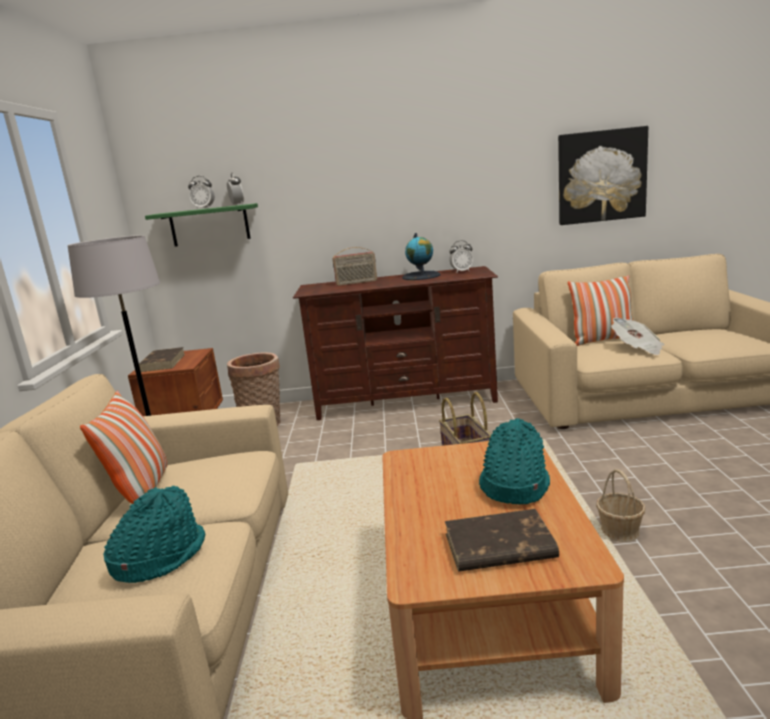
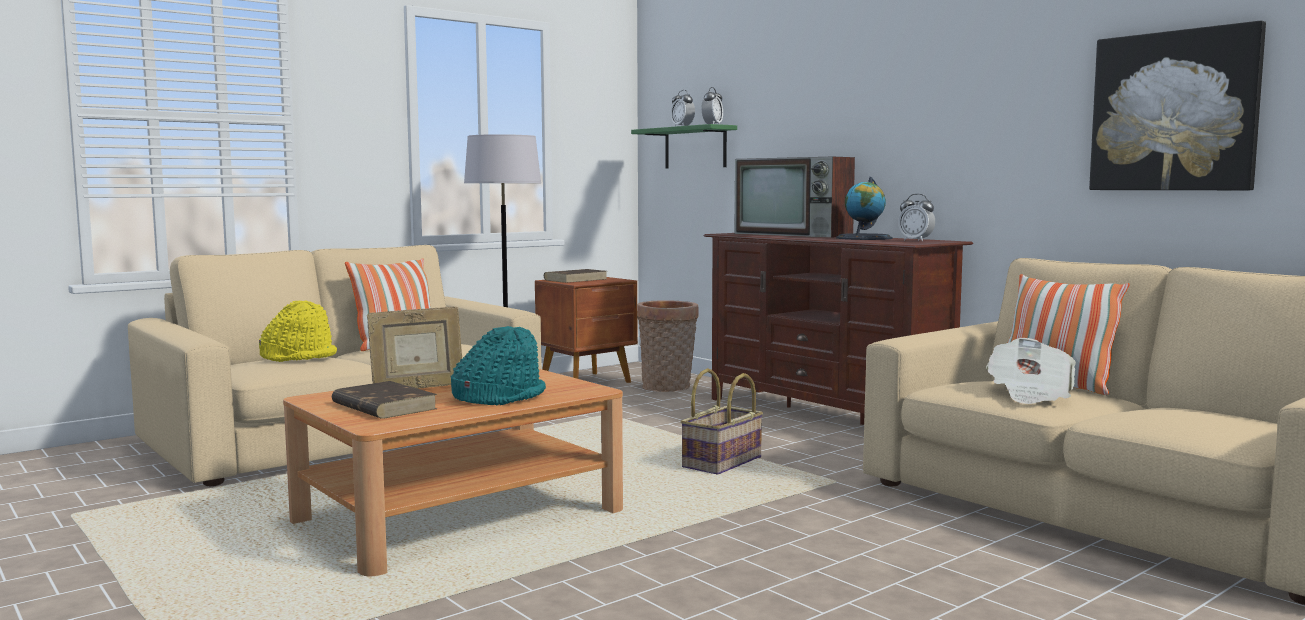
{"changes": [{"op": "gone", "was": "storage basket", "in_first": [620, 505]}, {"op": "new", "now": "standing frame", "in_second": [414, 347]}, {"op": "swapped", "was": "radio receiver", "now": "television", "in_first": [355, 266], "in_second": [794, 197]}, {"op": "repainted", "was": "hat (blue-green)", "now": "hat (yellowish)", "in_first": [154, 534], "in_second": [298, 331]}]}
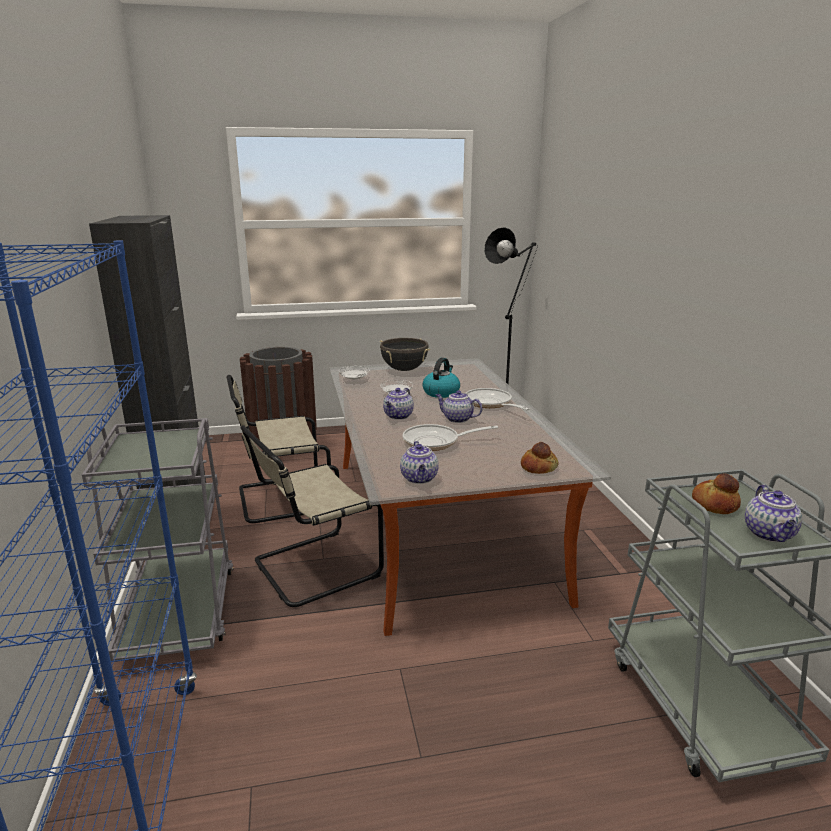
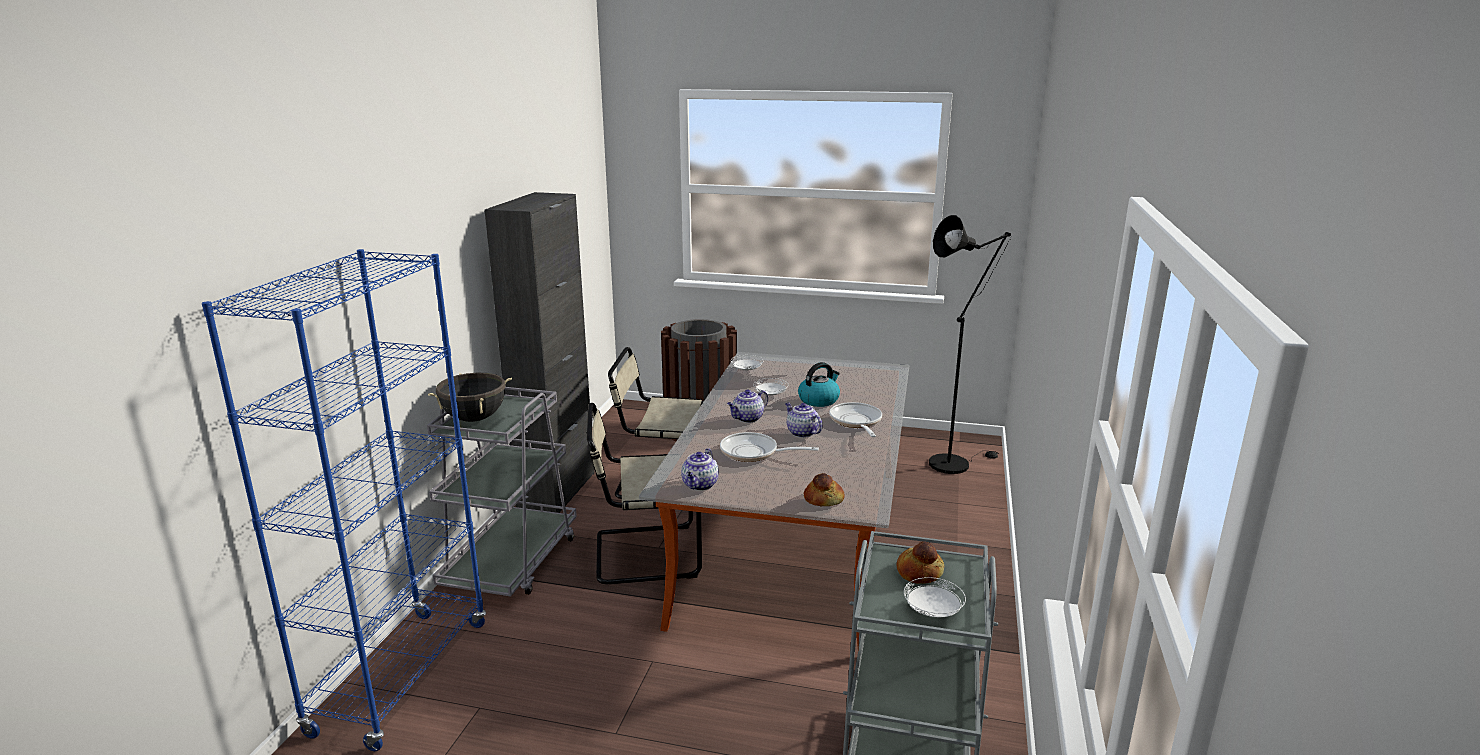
{"changes": [{"op": "shifted", "was": "stockpot (black)", "in_first": [405, 354], "in_second": [470, 397]}, {"op": "swapped", "was": "teapot", "now": "flat dish (white)", "in_first": [773, 513], "in_second": [935, 597]}]}
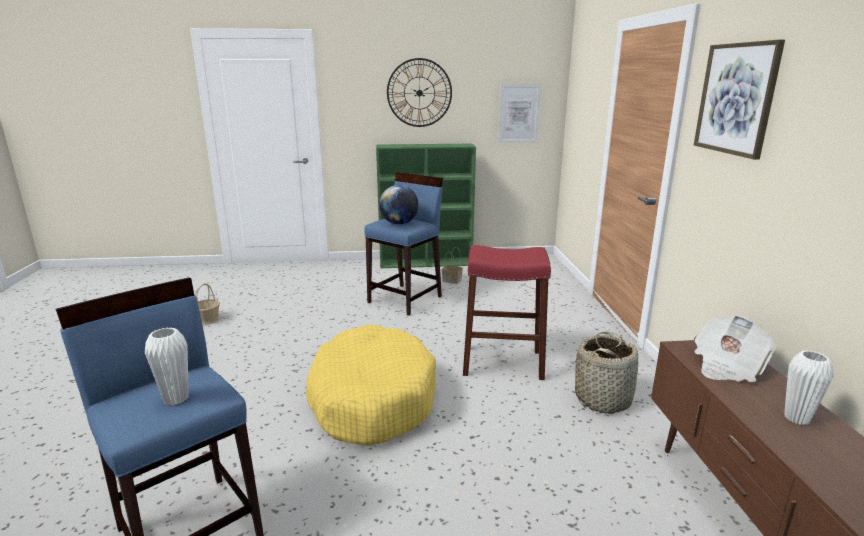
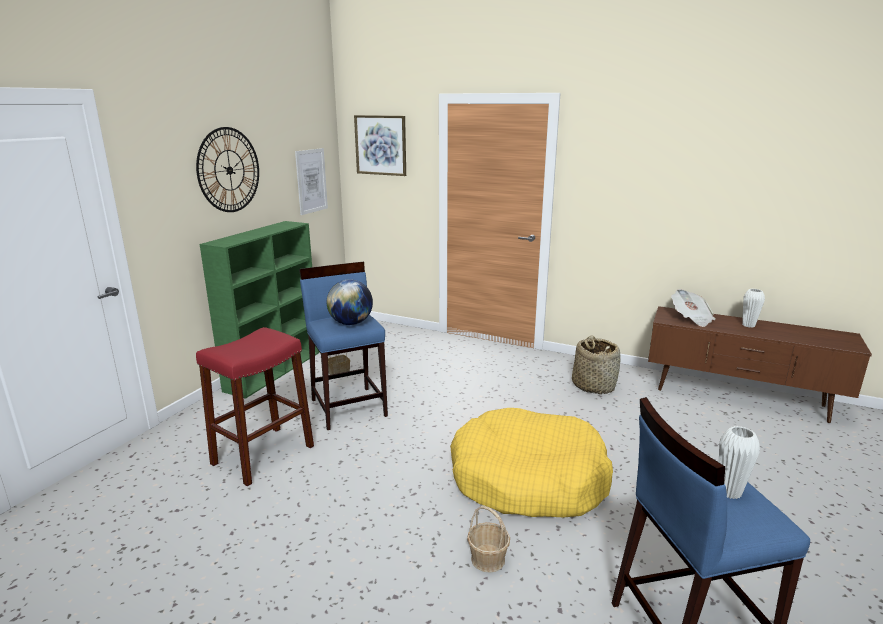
{"changes": [{"op": "shifted", "was": "storage basket", "in_first": [207, 304], "in_second": [488, 539]}, {"op": "shifted", "was": "sitting stool (red)", "in_first": [507, 312], "in_second": [255, 406]}, {"op": "shifted", "was": "wall art", "in_first": [739, 99], "in_second": [380, 145]}]}
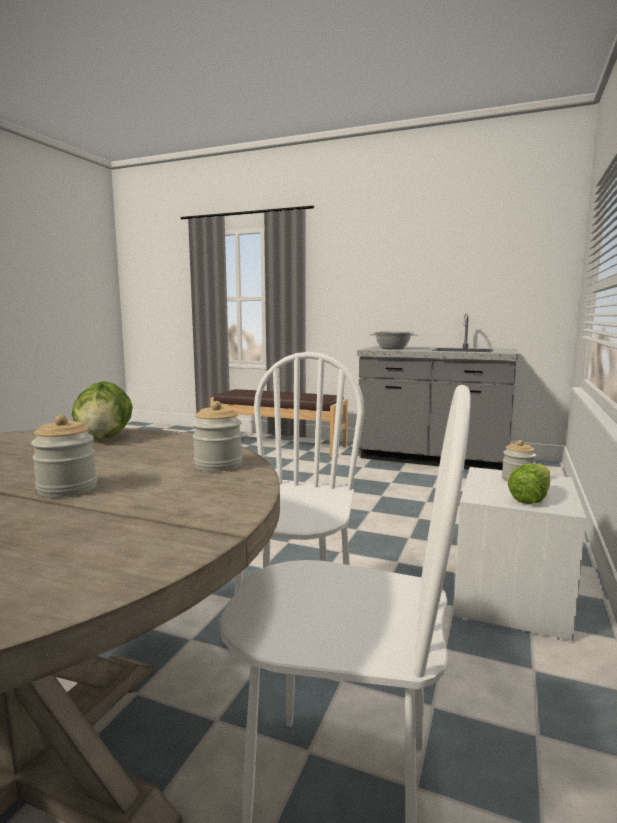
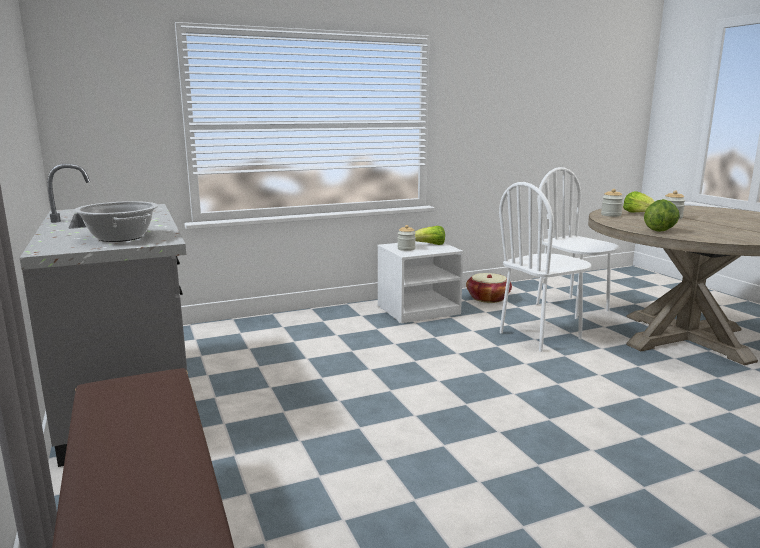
{"changes": [{"op": "new", "now": "storage basket", "in_second": [489, 288]}, {"op": "new", "now": "lettuce", "in_second": [639, 202]}]}
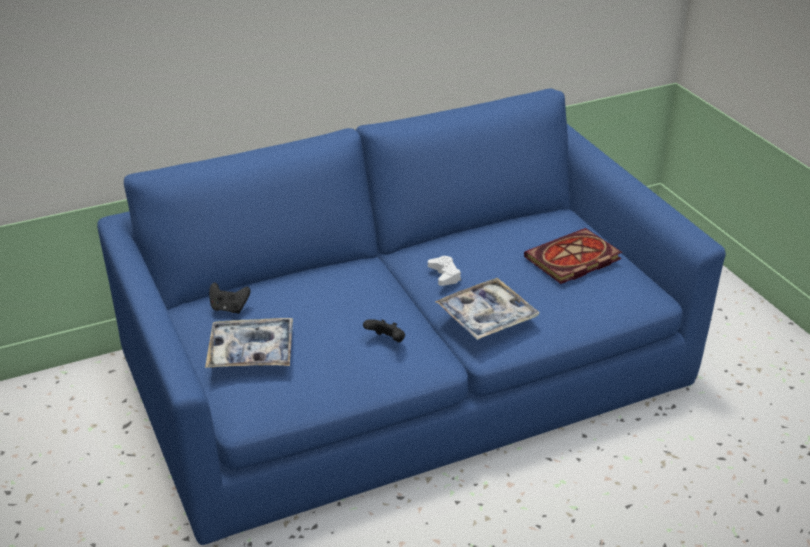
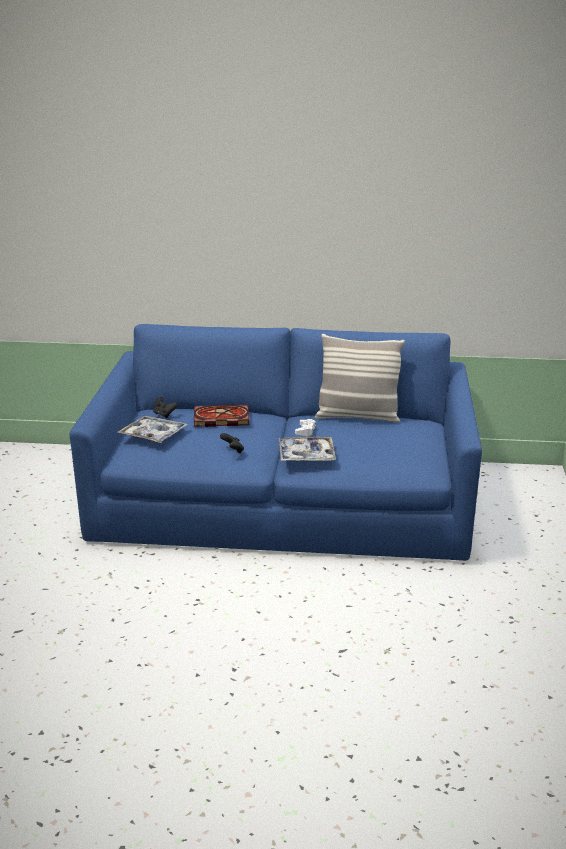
{"changes": [{"op": "new", "now": "pillow", "in_second": [360, 378]}, {"op": "shifted", "was": "volume", "in_first": [573, 256], "in_second": [221, 416]}]}
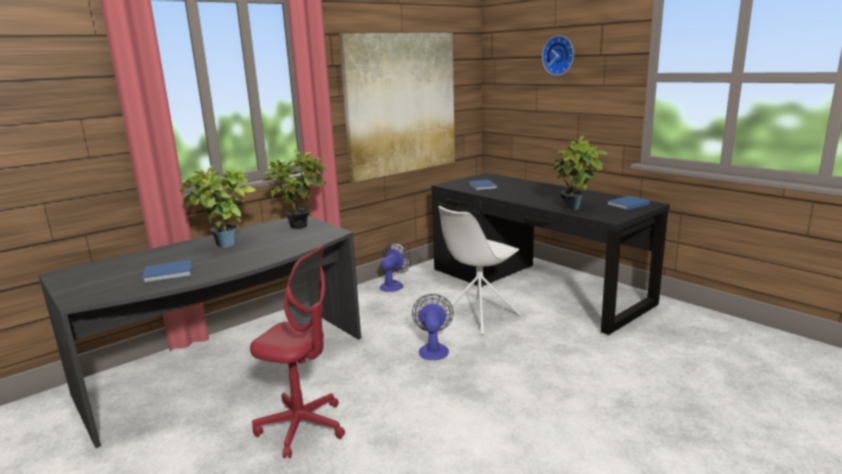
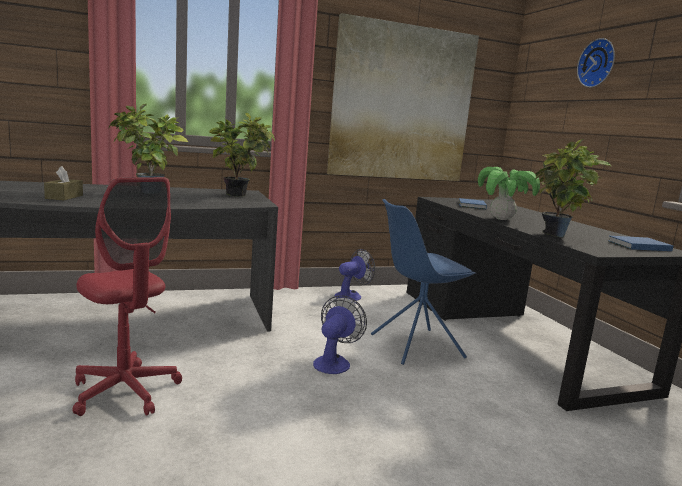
{"changes": [{"op": "new", "now": "houseplant", "in_second": [509, 193]}, {"op": "swapped", "was": "volume (bluish)", "now": "box of tissues (brownish)", "in_first": [167, 271], "in_second": [63, 183]}, {"op": "repainted", "was": "chair (white)", "now": "chair (bluish)", "in_first": [479, 270], "in_second": [424, 282]}]}
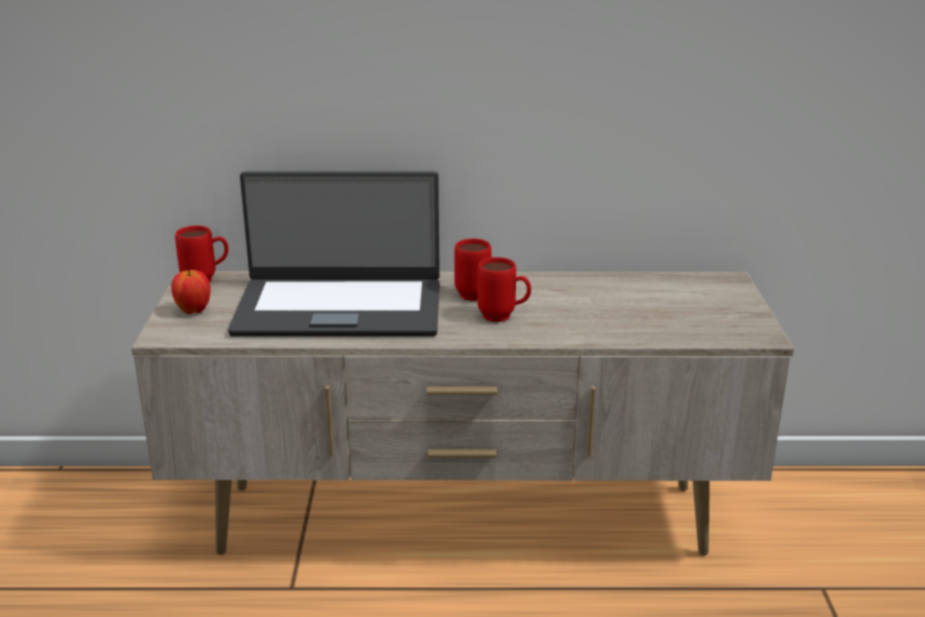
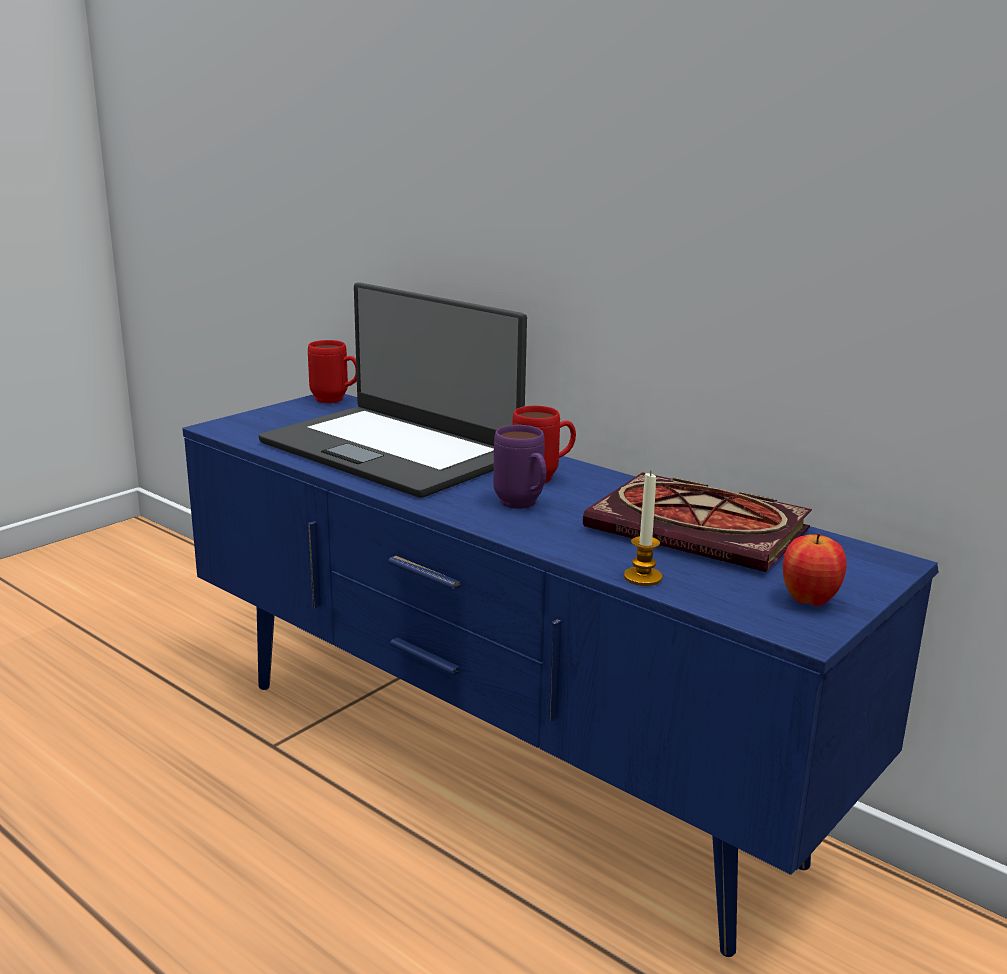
{"changes": [{"op": "new", "now": "volume", "in_second": [697, 522]}, {"op": "new", "now": "candle", "in_second": [643, 528]}, {"op": "shifted", "was": "whole apple", "in_first": [190, 291], "in_second": [815, 569]}, {"op": "repainted", "was": "tv unit (beige-coloured)", "now": "tv unit (bluish)", "in_first": [462, 413], "in_second": [560, 675]}, {"op": "repainted", "was": "mug (red)", "now": "mug (purple)", "in_first": [504, 289], "in_second": [520, 467]}]}
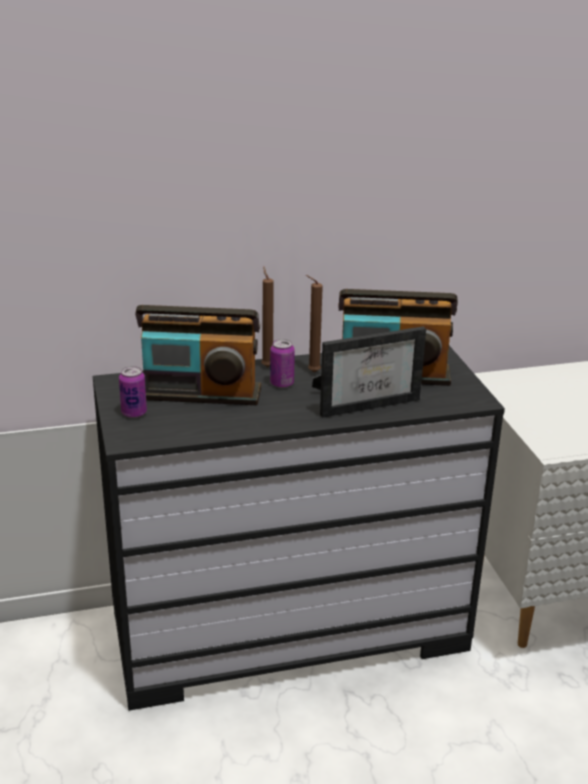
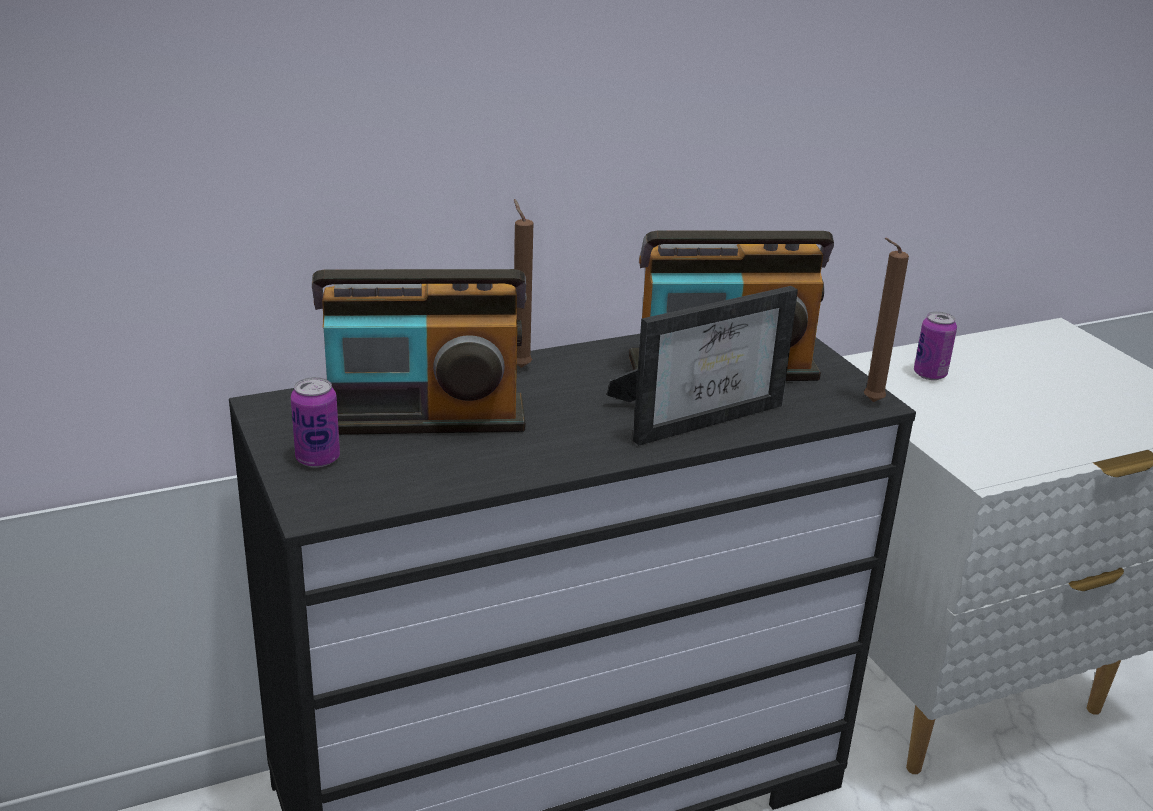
{"changes": [{"op": "shifted", "was": "sealed can", "in_first": [282, 363], "in_second": [935, 346]}, {"op": "shifted", "was": "candle (brownish)", "in_first": [314, 323], "in_second": [886, 320]}]}
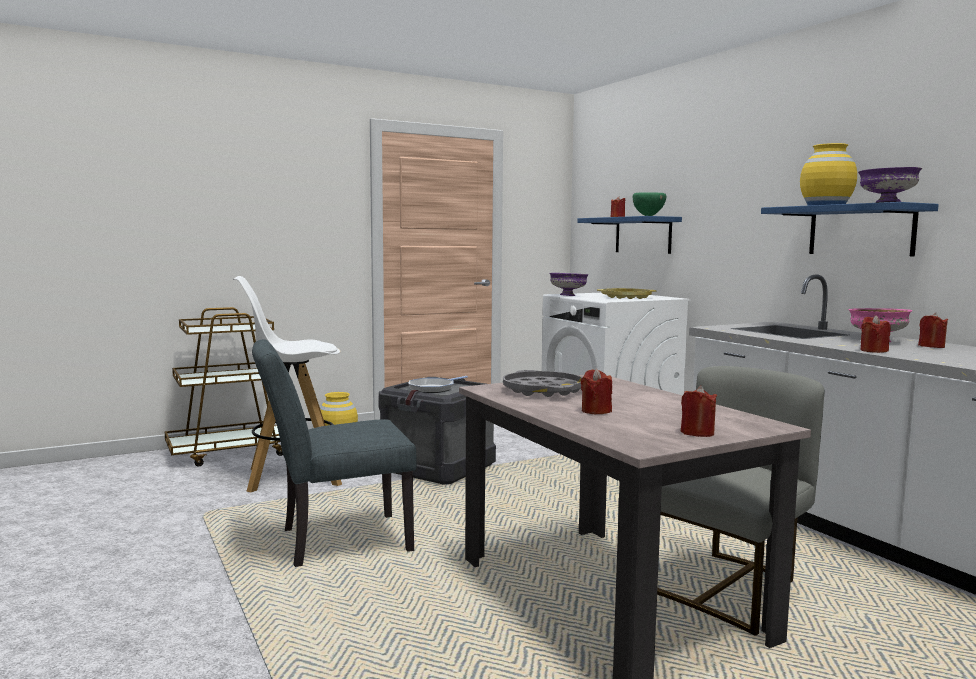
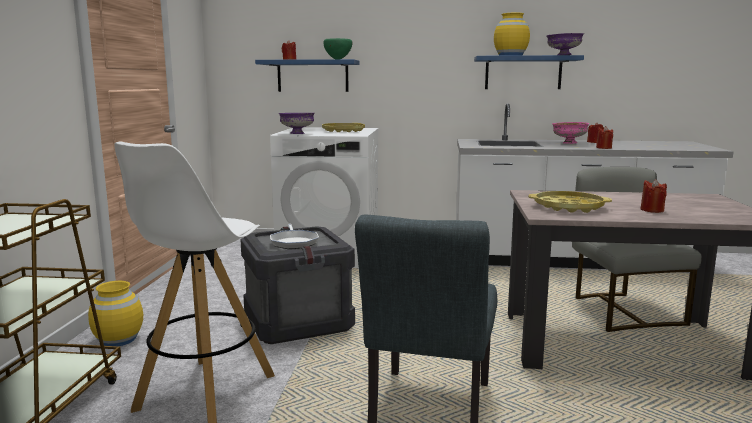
{"changes": [{"op": "gone", "was": "candle (red)", "in_first": [699, 411]}, {"op": "repainted", "was": "carrying tray (gray)", "now": "carrying tray (yellowish)", "in_first": [542, 383], "in_second": [570, 202]}]}
